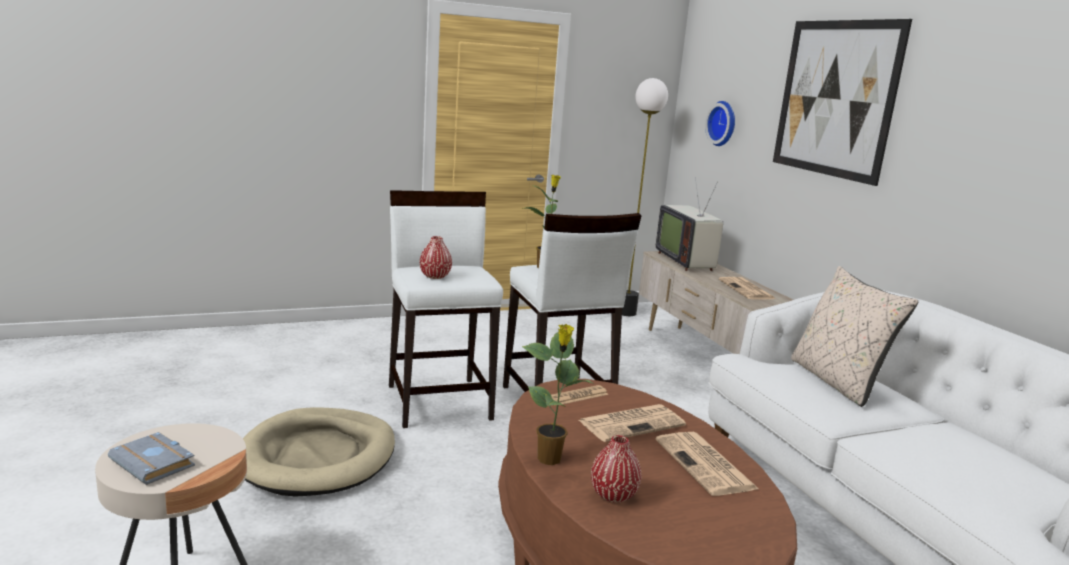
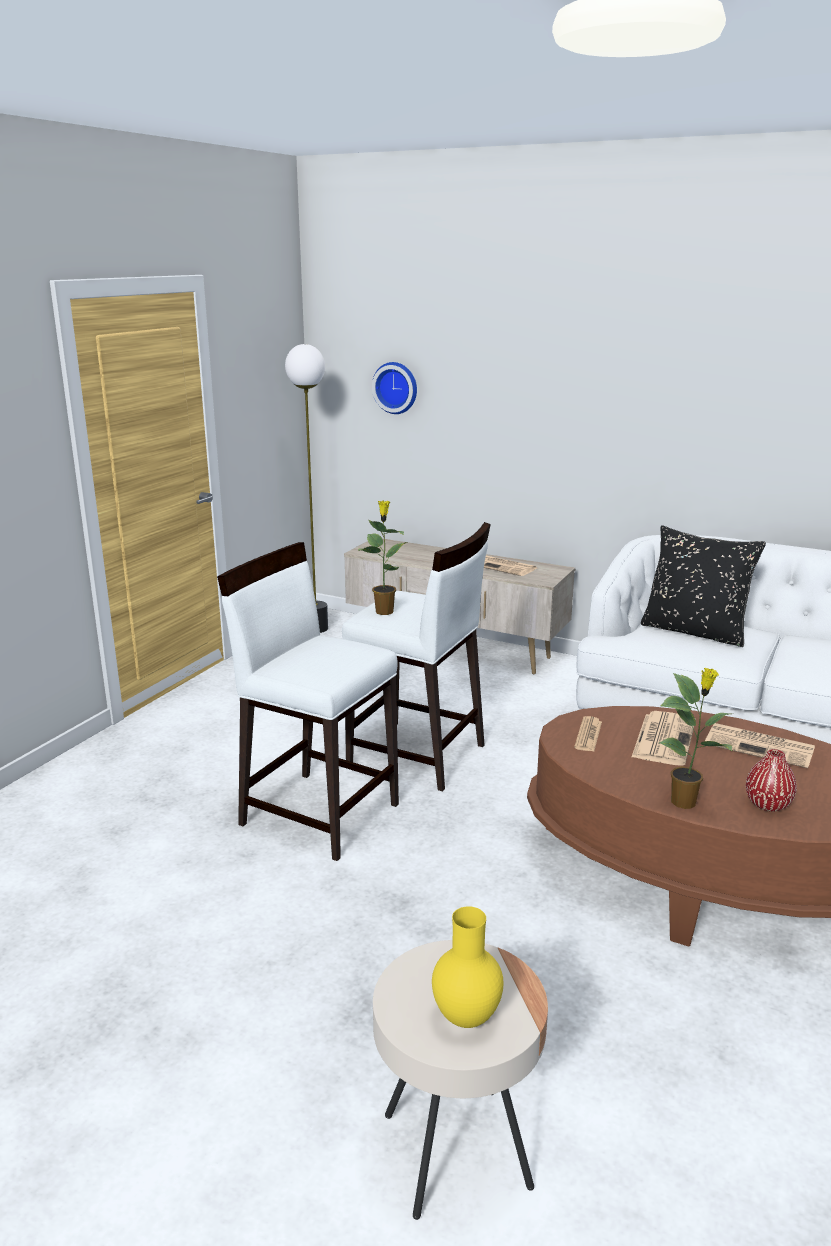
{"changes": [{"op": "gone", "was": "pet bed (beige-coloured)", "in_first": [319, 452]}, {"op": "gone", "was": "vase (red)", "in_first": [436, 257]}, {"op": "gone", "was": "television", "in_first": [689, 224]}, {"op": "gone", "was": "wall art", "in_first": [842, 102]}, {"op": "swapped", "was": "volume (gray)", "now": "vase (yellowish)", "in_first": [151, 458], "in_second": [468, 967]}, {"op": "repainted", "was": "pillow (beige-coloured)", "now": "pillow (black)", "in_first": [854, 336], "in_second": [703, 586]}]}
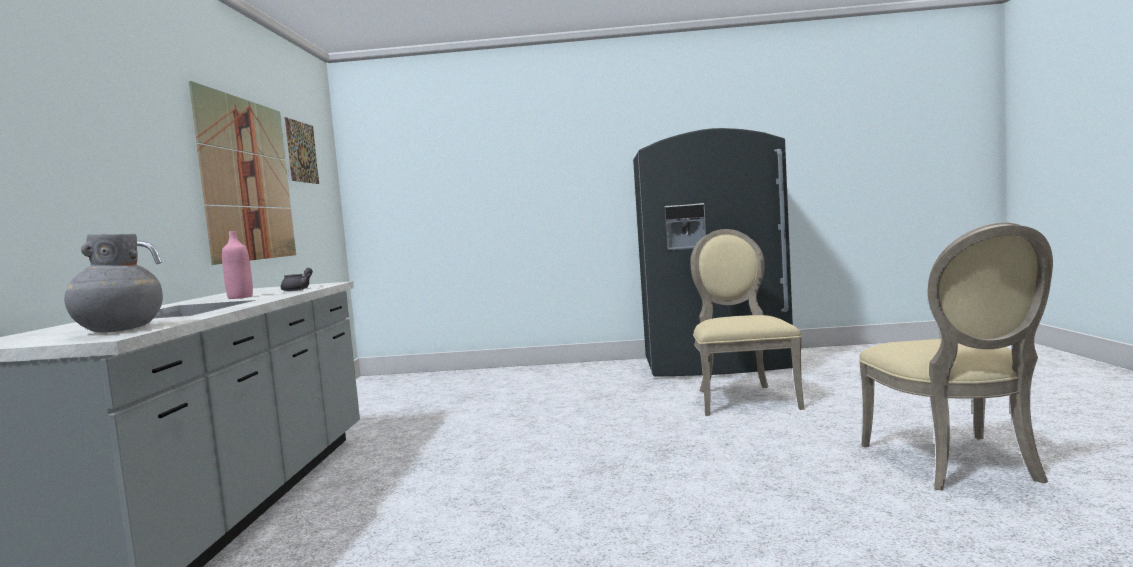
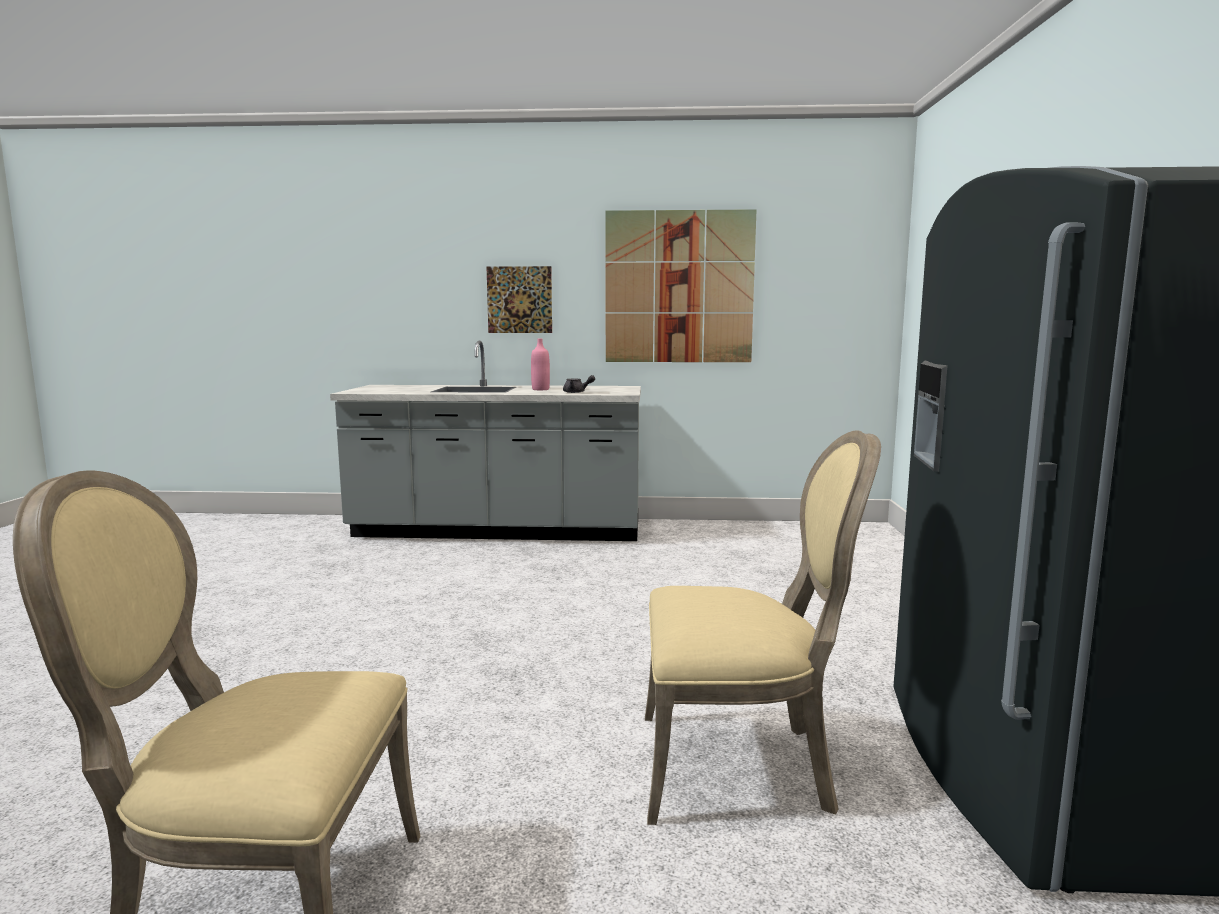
{"changes": [{"op": "gone", "was": "vase (gray)", "in_first": [113, 283]}, {"op": "shifted", "was": "wall art", "in_first": [302, 150], "in_second": [519, 299]}]}
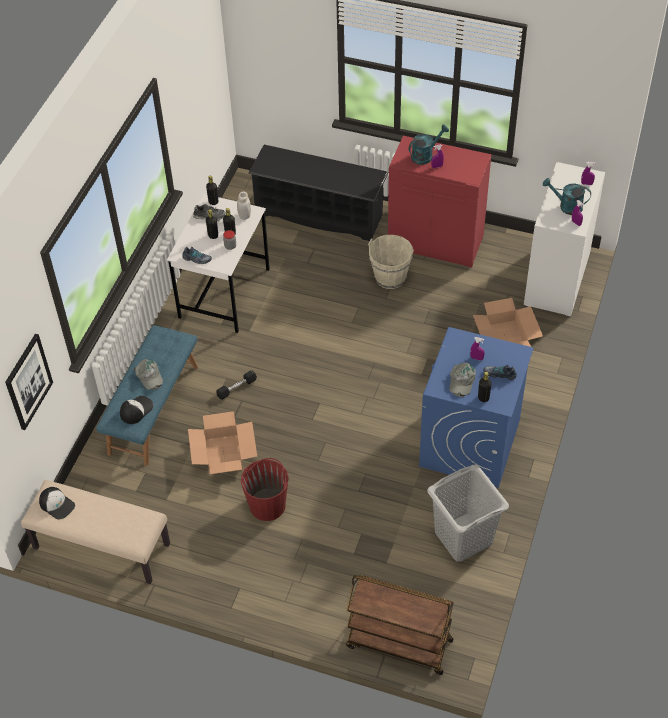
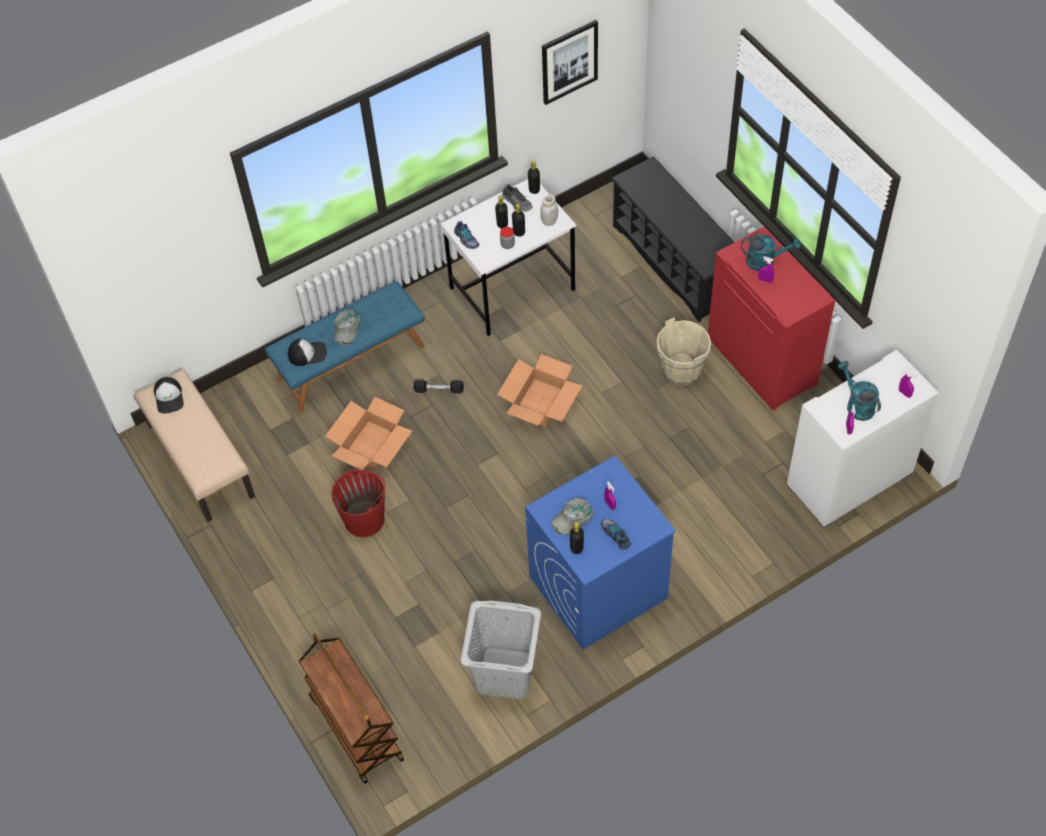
{"changes": [{"op": "shifted", "was": "wall art", "in_first": [29, 382], "in_second": [570, 62]}, {"op": "shifted", "was": "cardboard box", "in_first": [508, 322], "in_second": [540, 390]}]}
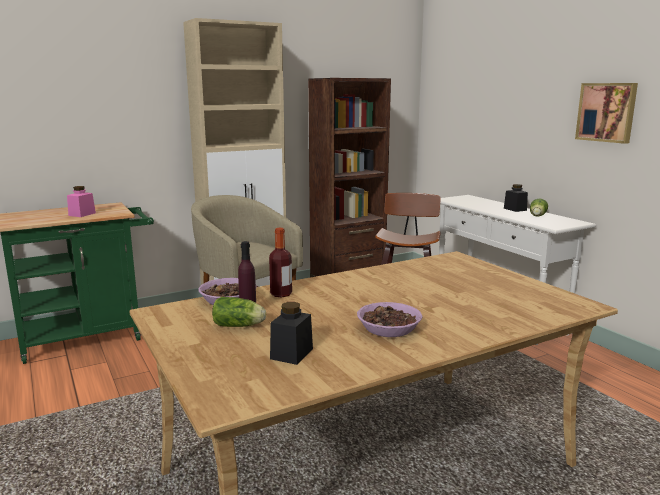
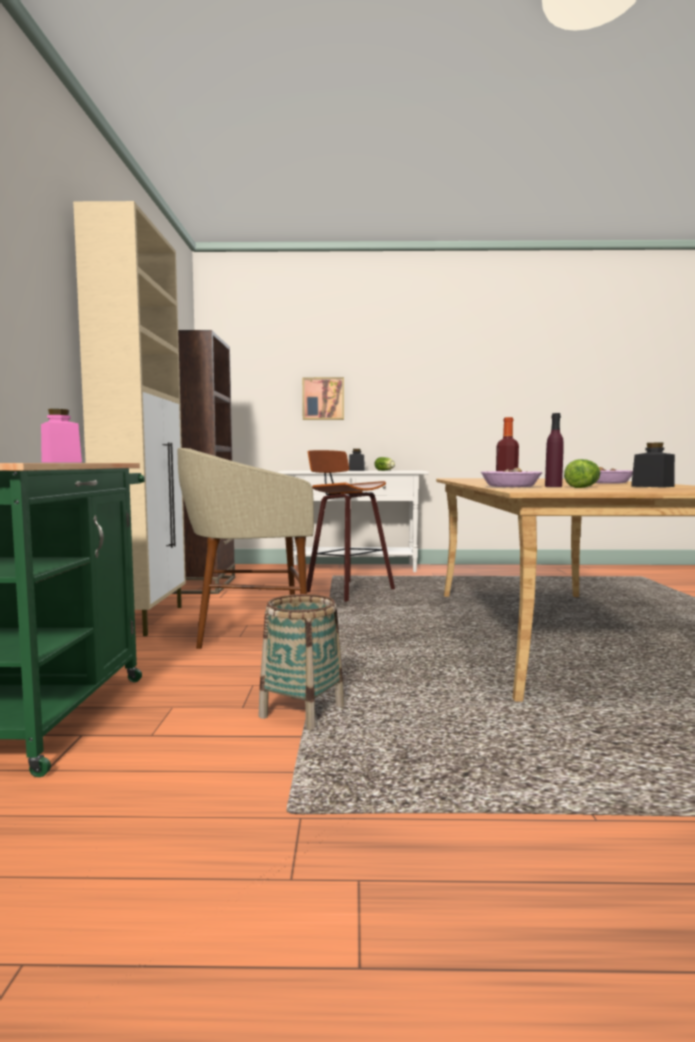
{"changes": [{"op": "new", "now": "storage basket", "in_second": [301, 662]}, {"op": "shifted", "was": "wall art", "in_first": [606, 113], "in_second": [323, 398]}]}
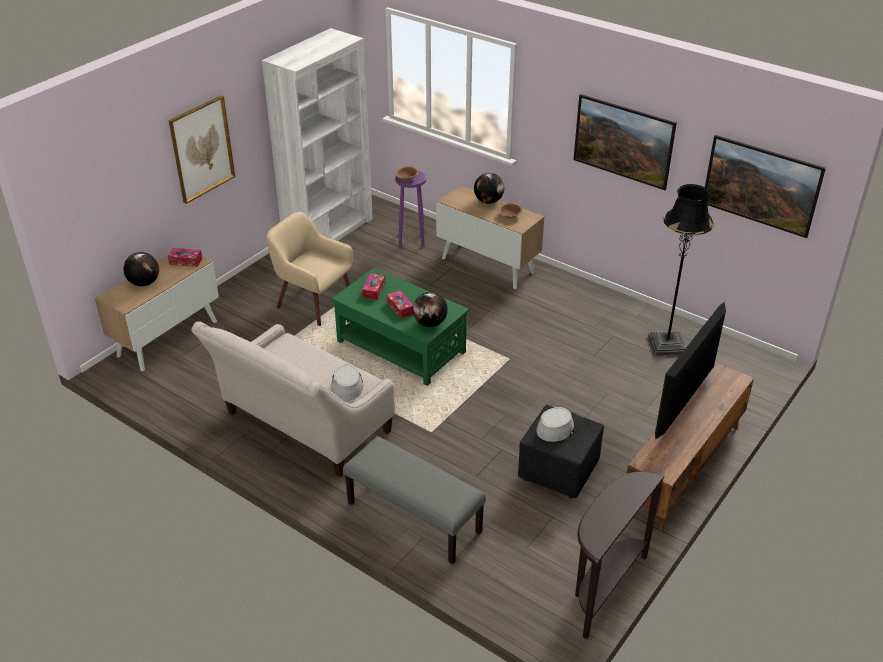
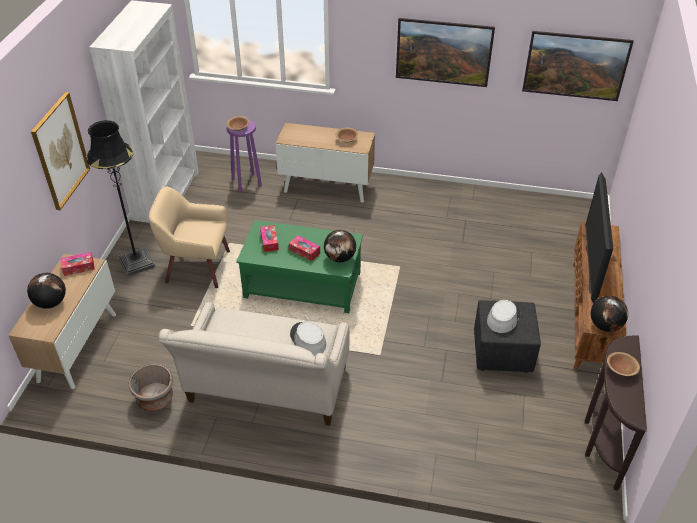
{"changes": [{"op": "gone", "was": "bench (gray)", "in_first": [414, 500]}, {"op": "new", "now": "planter (gray)", "in_second": [151, 387]}, {"op": "new", "now": "deep dish (brownish)", "in_second": [623, 364]}, {"op": "shifted", "was": "desk globe", "in_first": [489, 188], "in_second": [609, 314]}, {"op": "shifted", "was": "standing lamp (black)", "in_first": [681, 270], "in_second": [120, 198]}]}
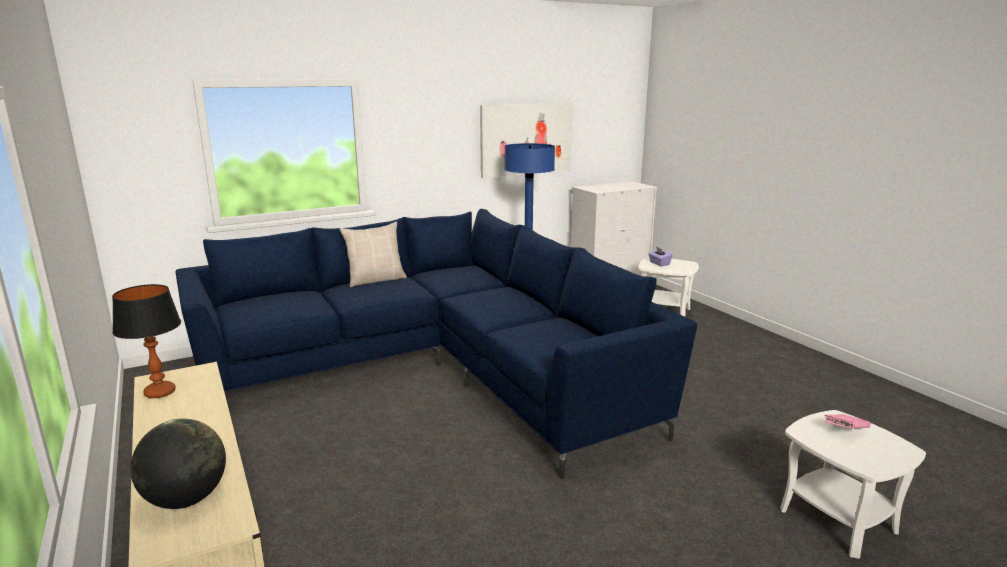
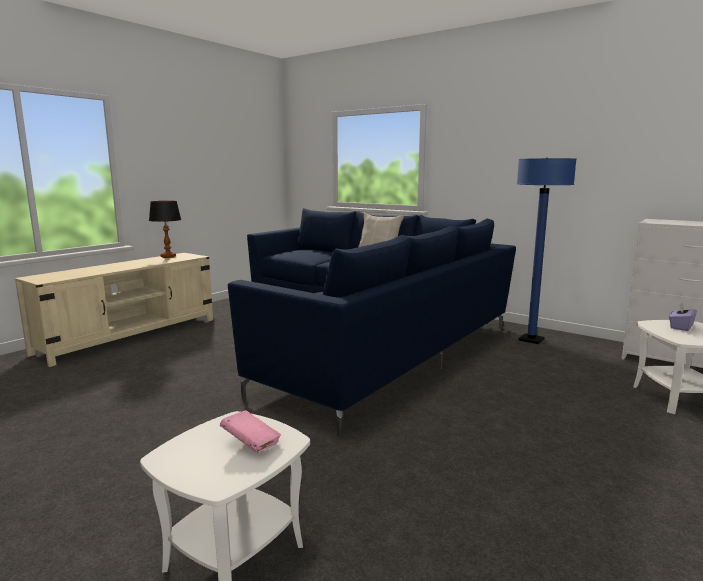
{"changes": [{"op": "gone", "was": "desk globe", "in_first": [178, 464]}, {"op": "gone", "was": "wall art", "in_first": [526, 140]}]}
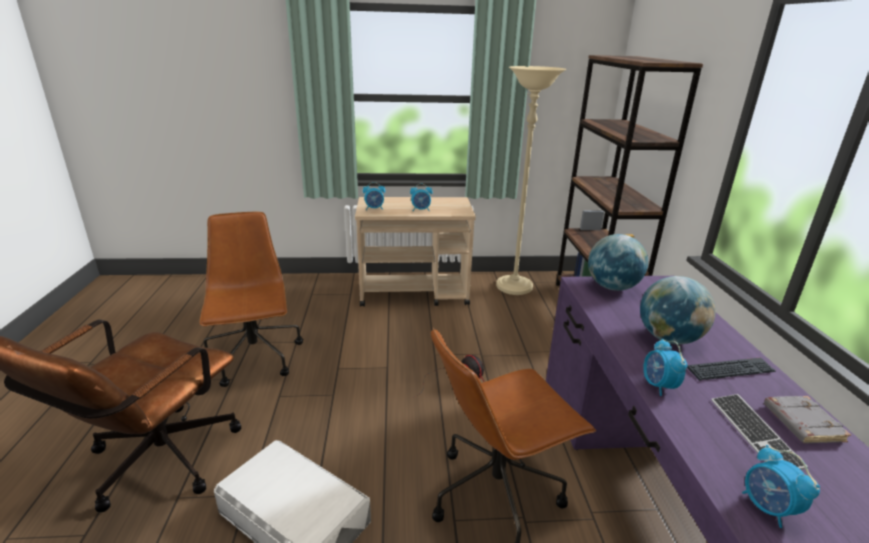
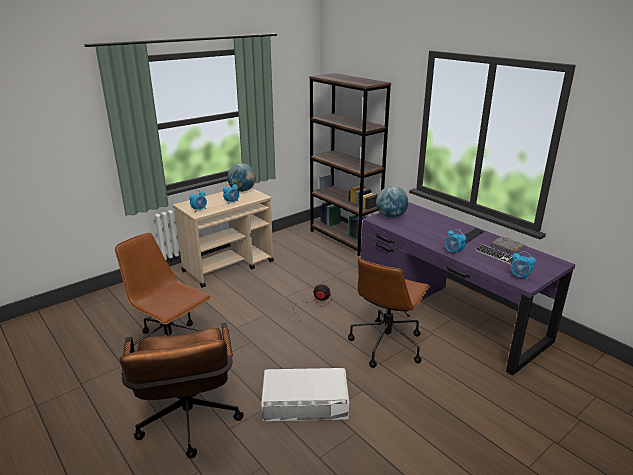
{"changes": [{"op": "gone", "was": "standing lamp (beige-coloured)", "in_first": [531, 180]}, {"op": "shifted", "was": "desk globe", "in_first": [678, 310], "in_second": [241, 177]}]}
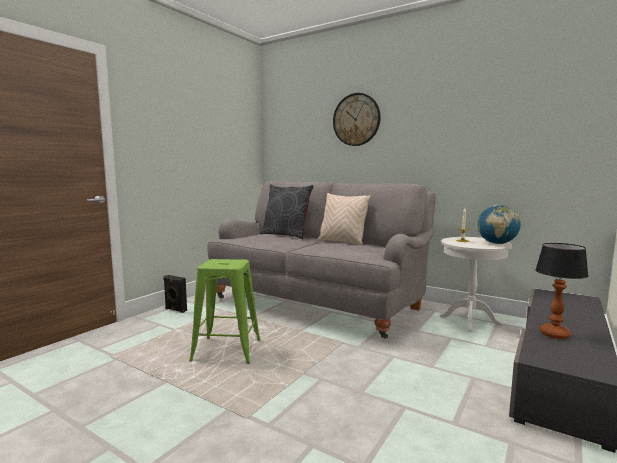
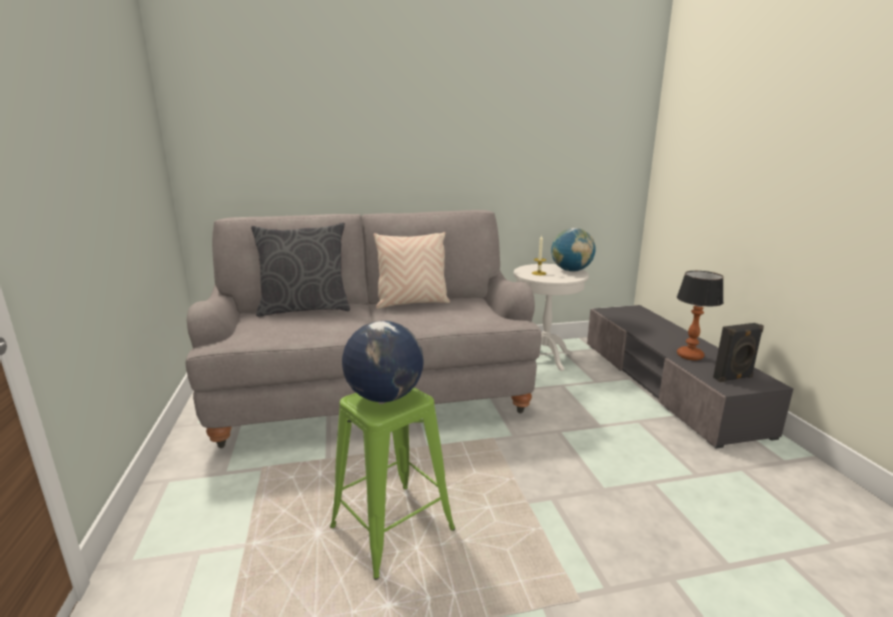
{"changes": [{"op": "gone", "was": "wall clock", "in_first": [357, 119]}, {"op": "new", "now": "desk globe", "in_second": [383, 361]}, {"op": "shifted", "was": "speaker (black)", "in_first": [175, 294], "in_second": [738, 352]}]}
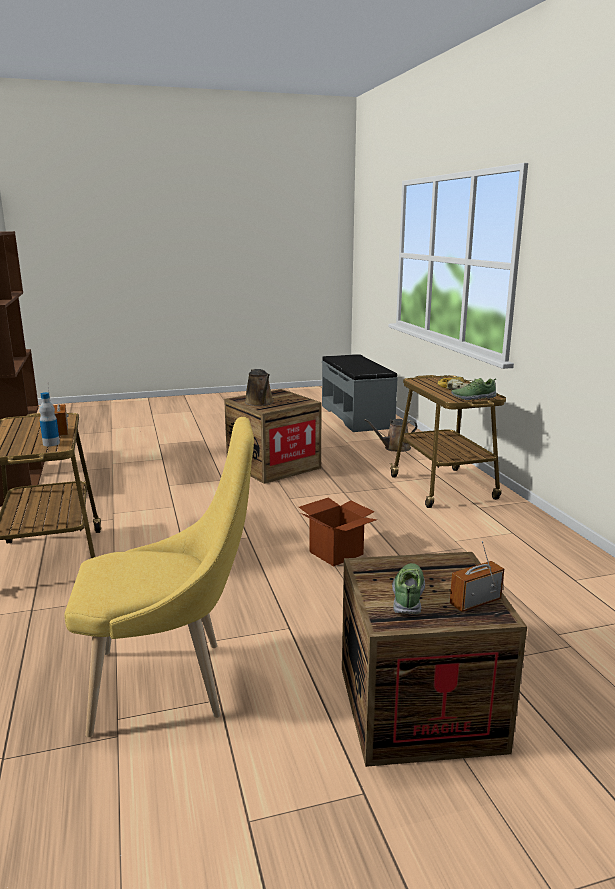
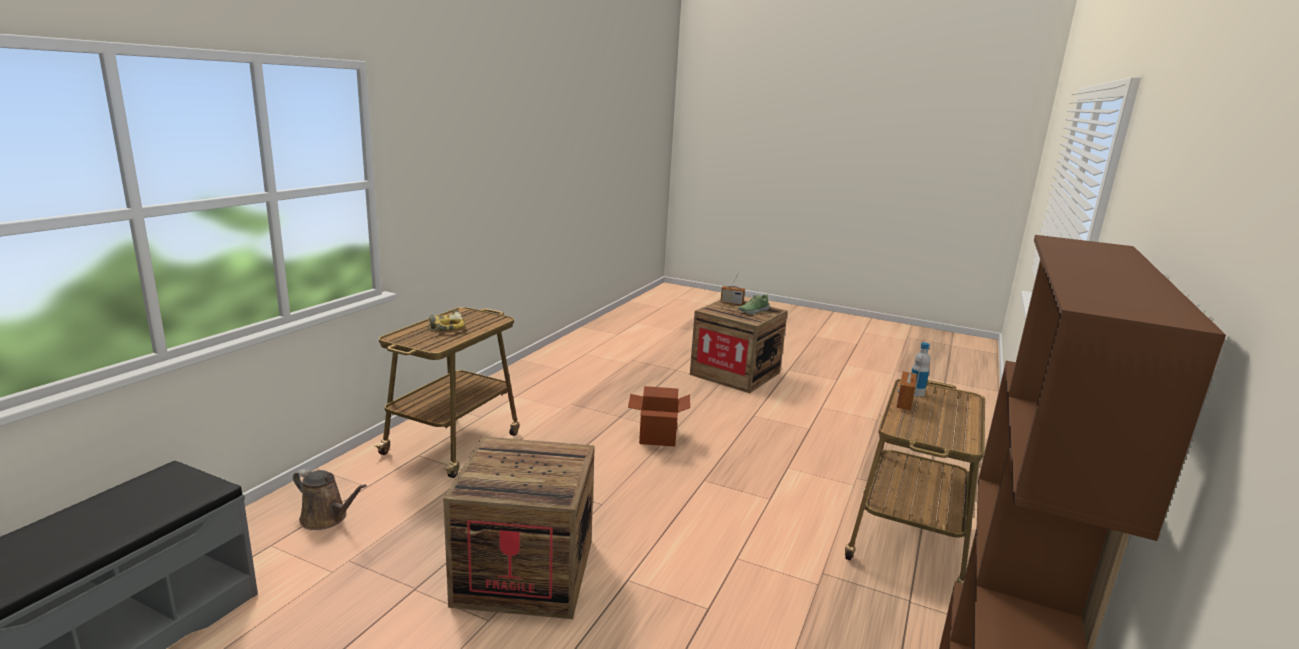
{"changes": [{"op": "gone", "was": "chair (yellowish)", "in_first": [159, 577]}, {"op": "gone", "was": "watering pot (brownish)", "in_first": [259, 387]}, {"op": "gone", "was": "item of footwear", "in_first": [474, 389]}]}
